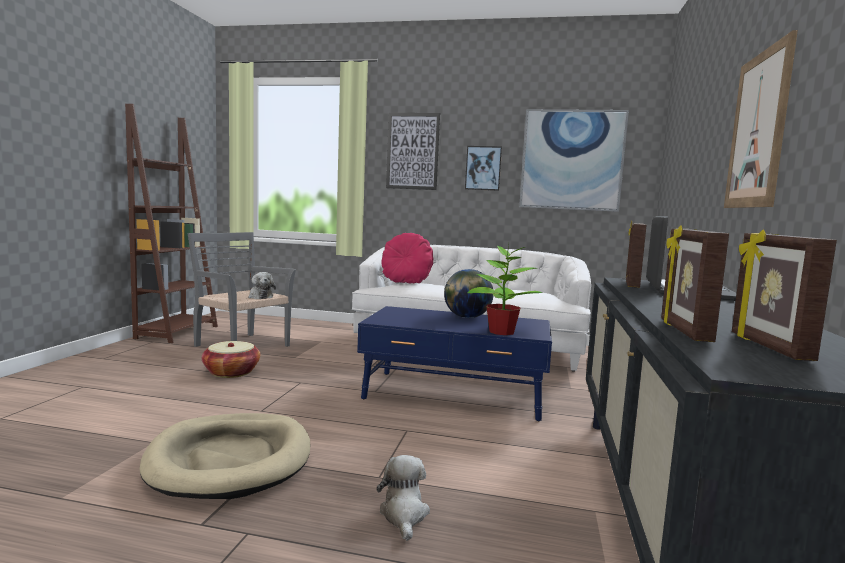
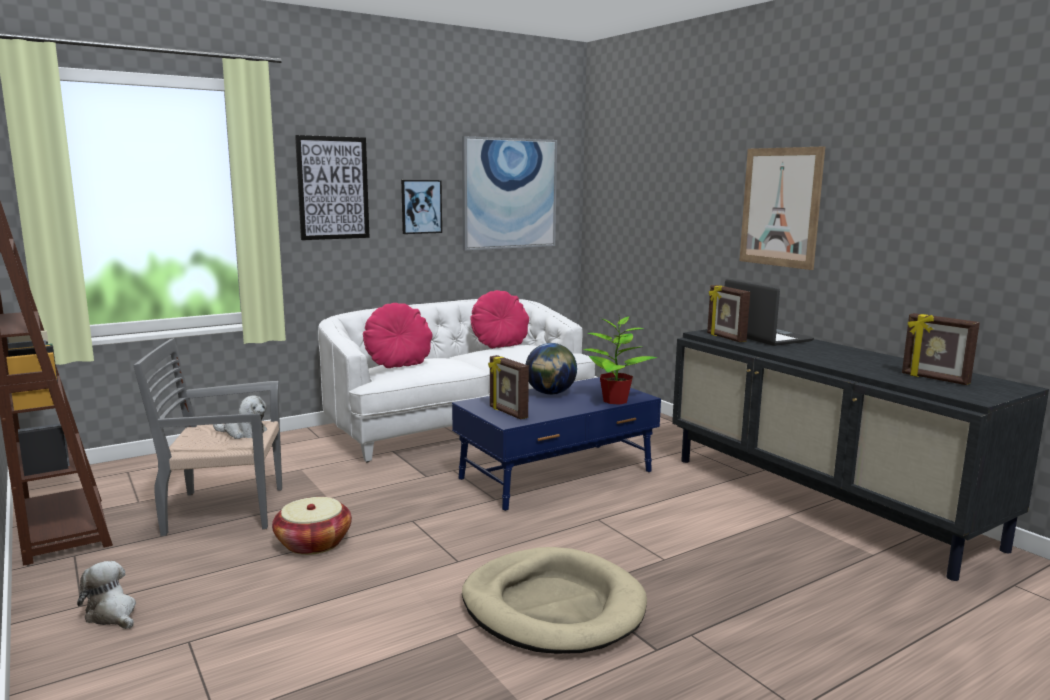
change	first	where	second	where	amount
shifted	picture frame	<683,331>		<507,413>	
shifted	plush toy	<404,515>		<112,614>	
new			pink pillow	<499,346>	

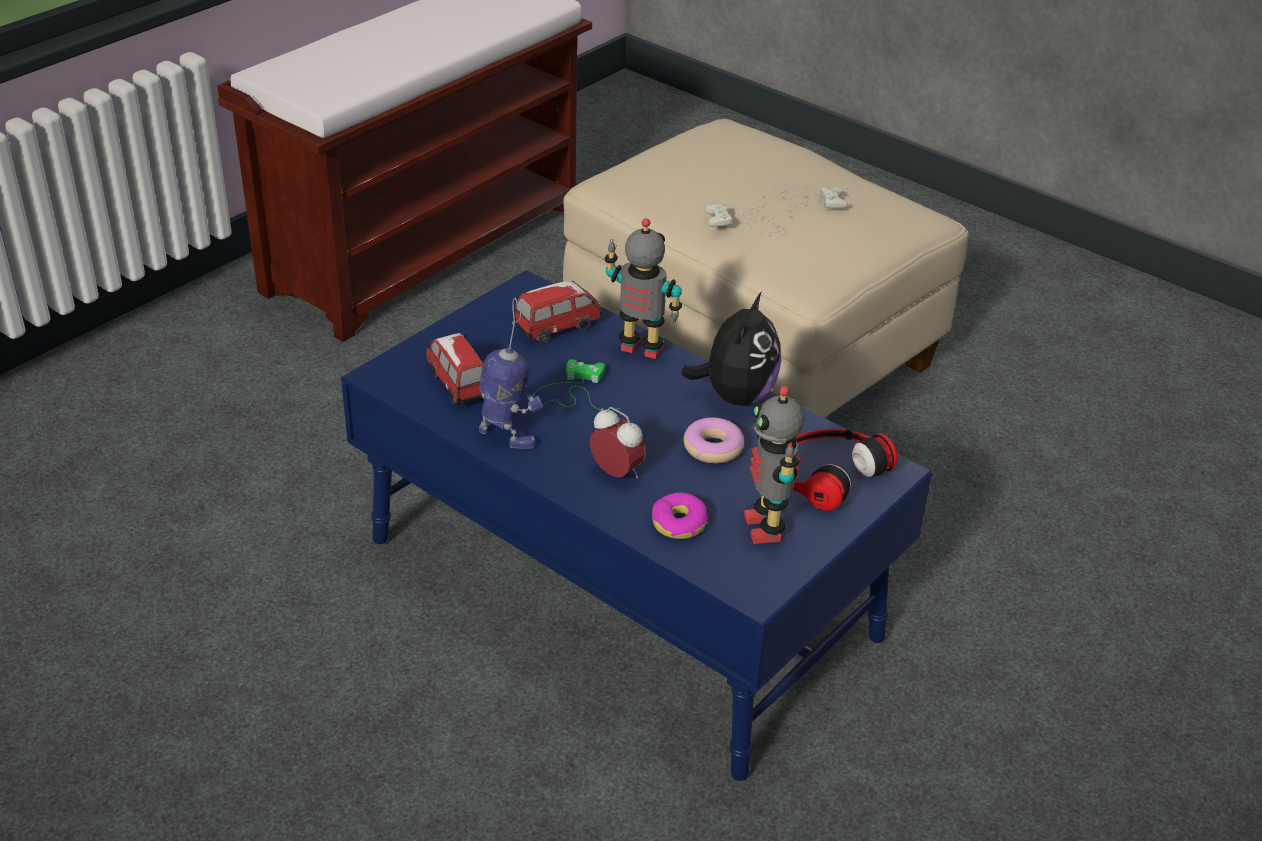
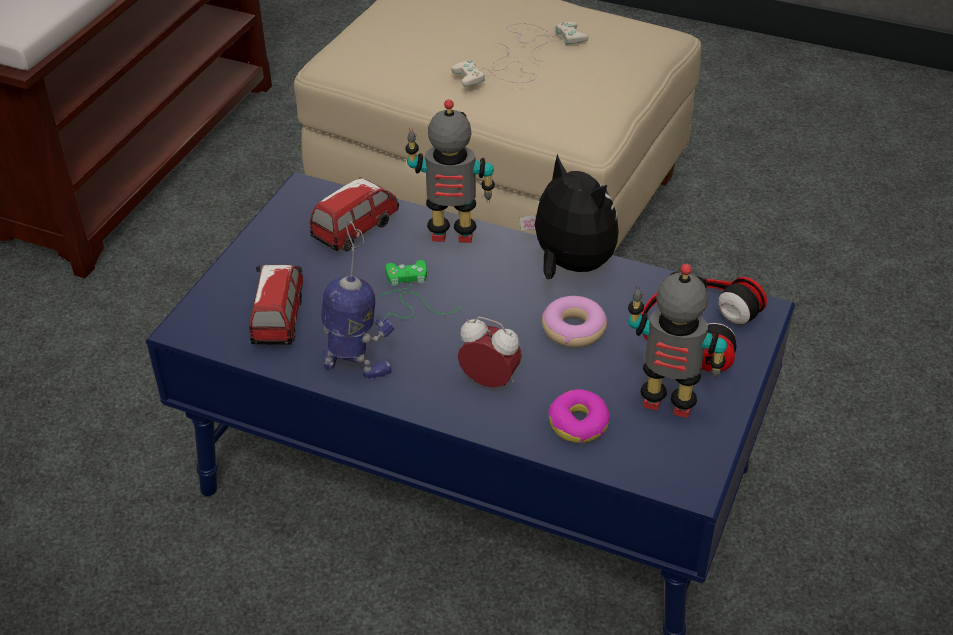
change	first	where	second	where	amount
rotated	plush toy	<735,396>		<569,265>	45 degrees counterclockwise
rotated	toy car	<458,384>		<278,318>	45 degrees clockwise
rotated	toy robot	<766,528>		<667,406>	135 degrees clockwise

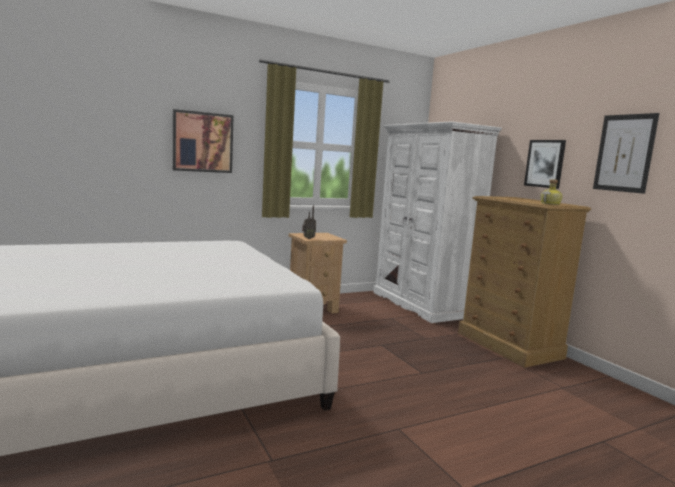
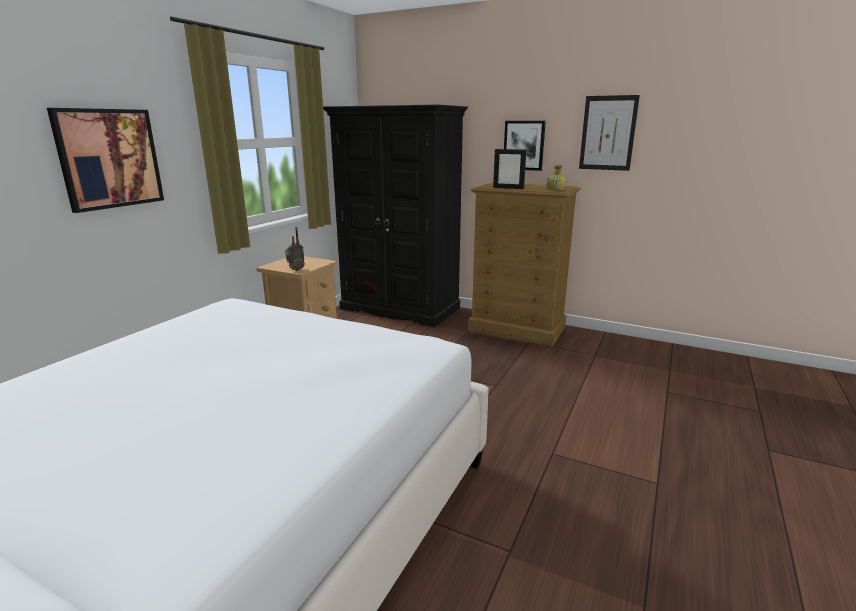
change	first	where	second	where	amount
repainted	white wardrobe	<421,304>	black wardrobe	<399,308>	
new			picture frame	<508,188>	

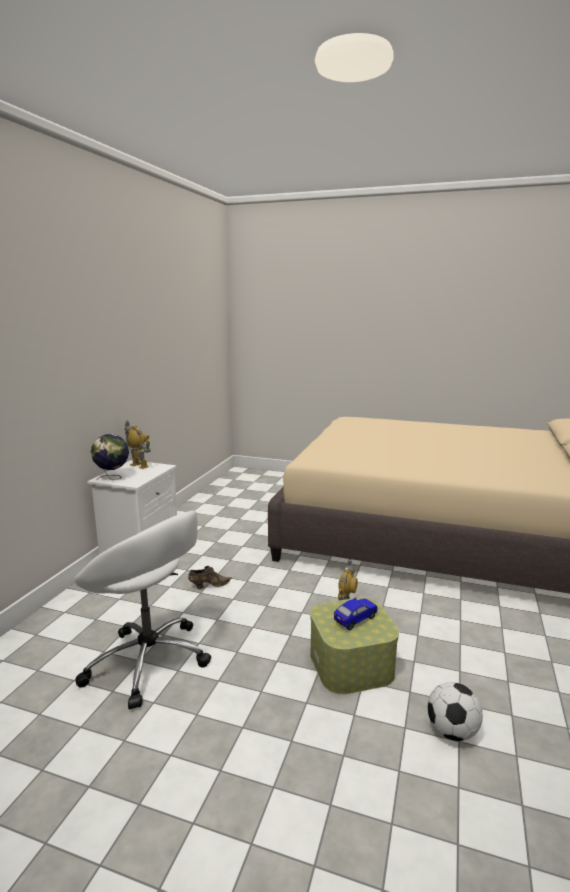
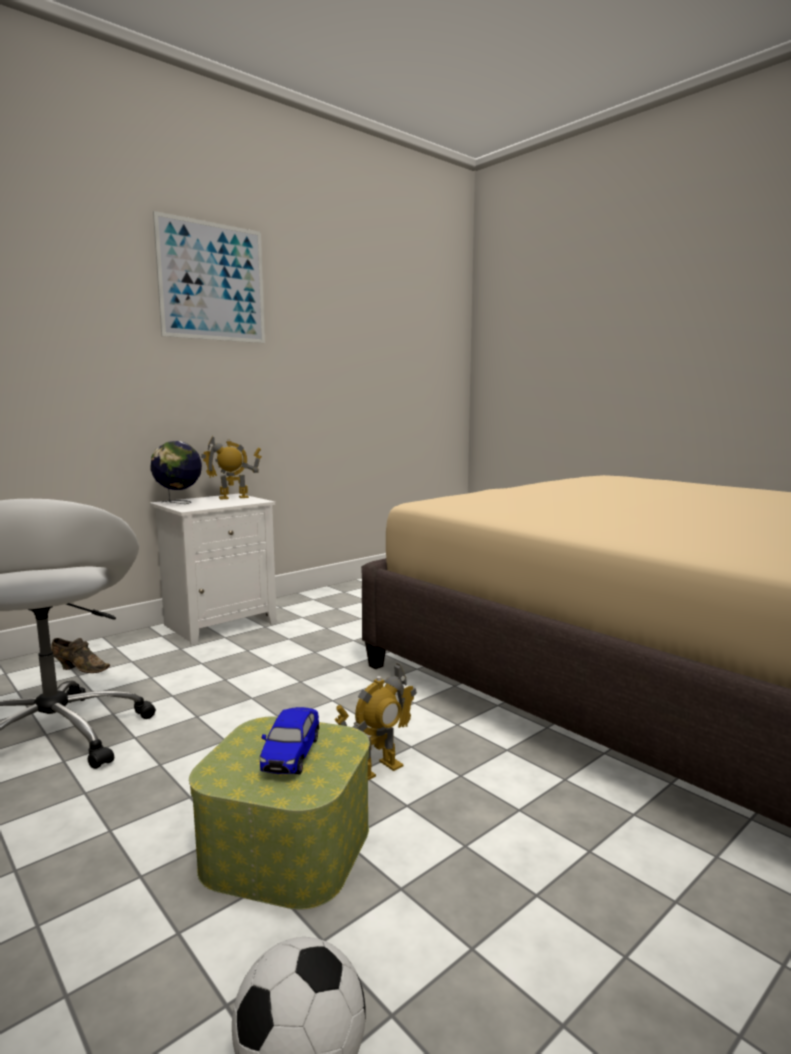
change	first	where	second	where	amount
rotated	toy robot	<139,466>		<233,497>	90 degrees counterclockwise
shifted	brown shoe	<208,585>		<79,669>	
rotated	toy car	<355,619>		<291,755>	105 degrees clockwise
new			picture	<212,282>	

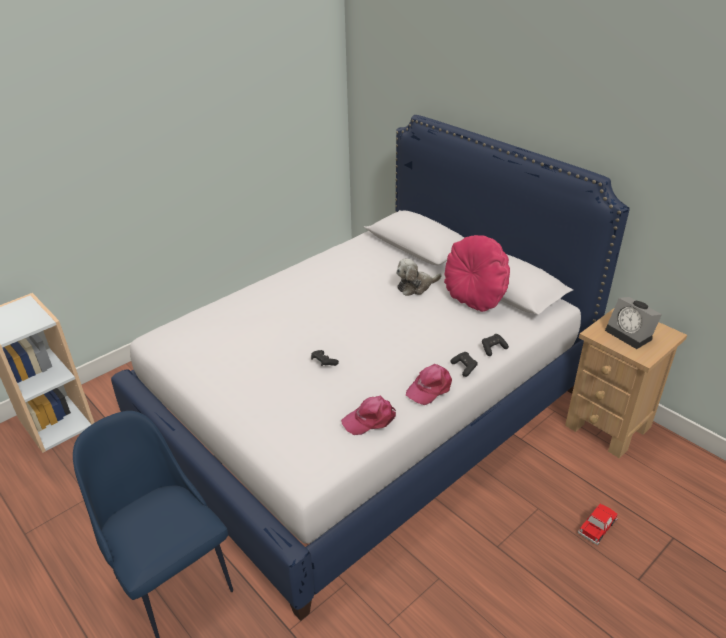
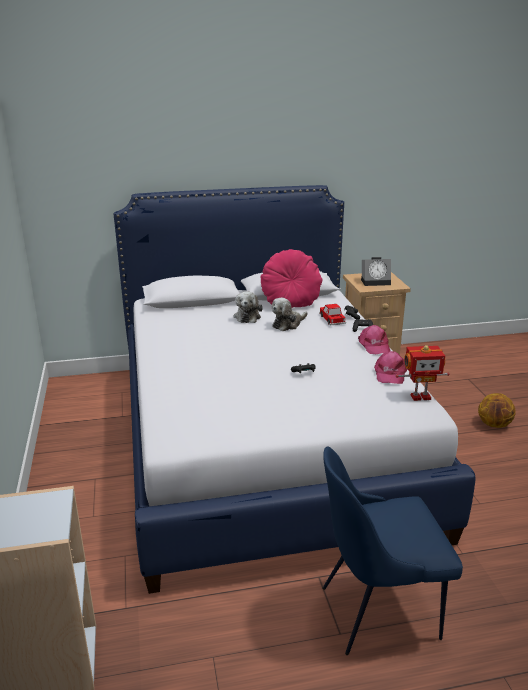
change	first	where	second	where	amount
shifted	toy car	<597,527>		<332,319>	
new			plush toy	<288,324>	
new			toy robot	<420,396>	
new			basketball	<494,425>	

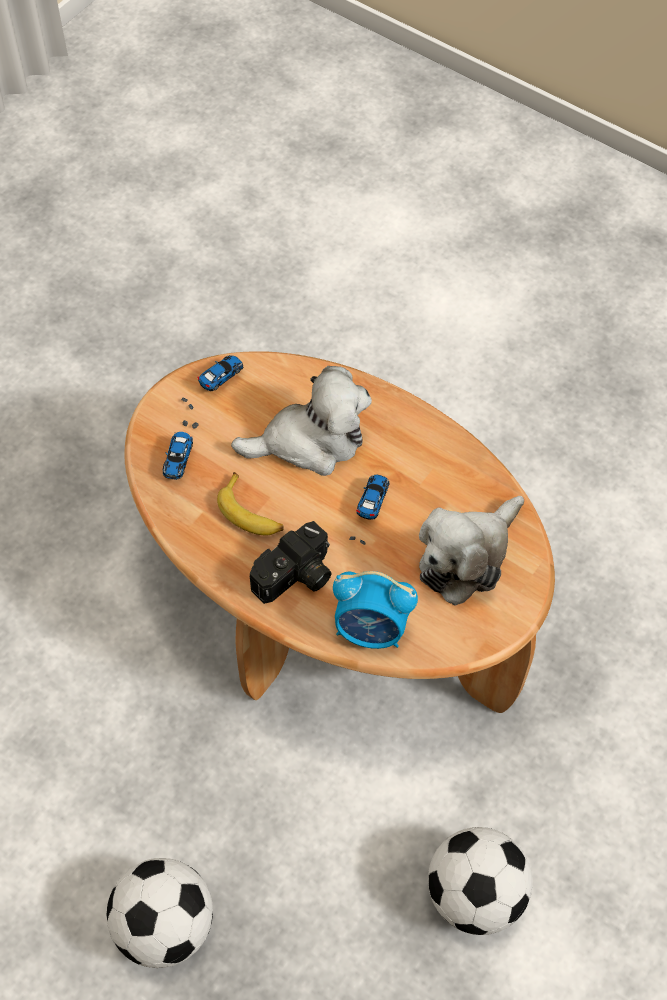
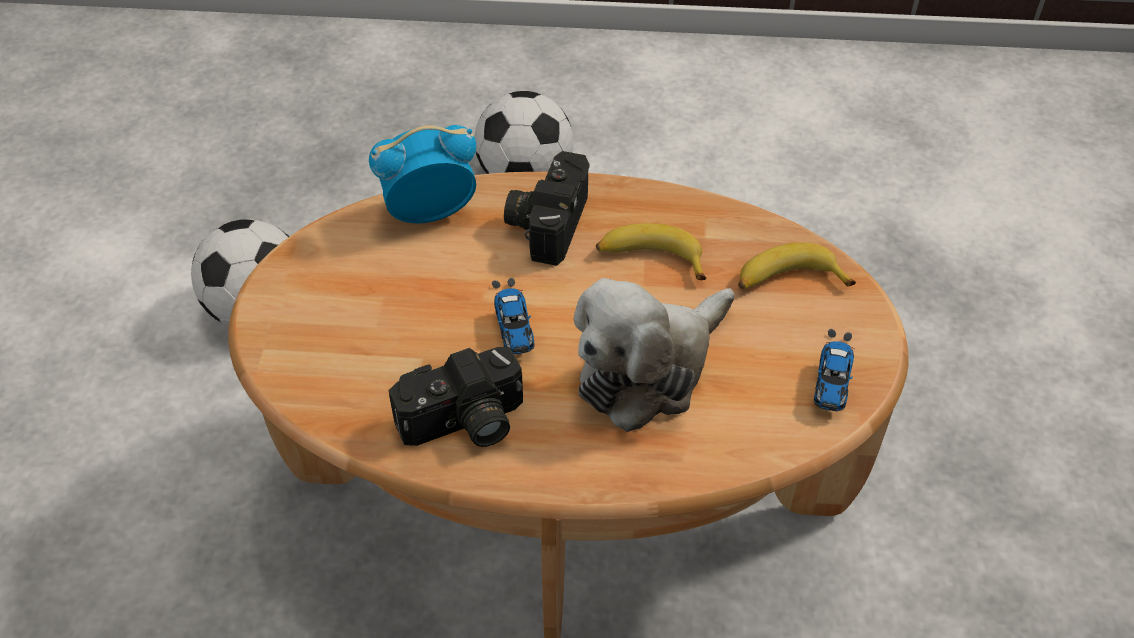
change	first	where	second	where	amount
swapped	toy car	<181,453>	banana	<788,281>	
gone	plush toy	<466,557>			
new			photo camera	<464,424>	

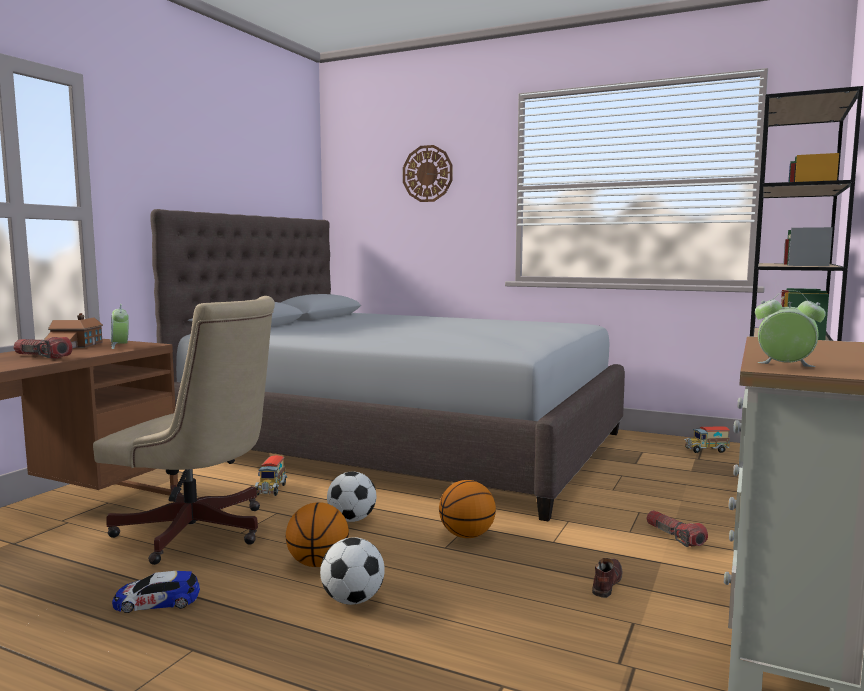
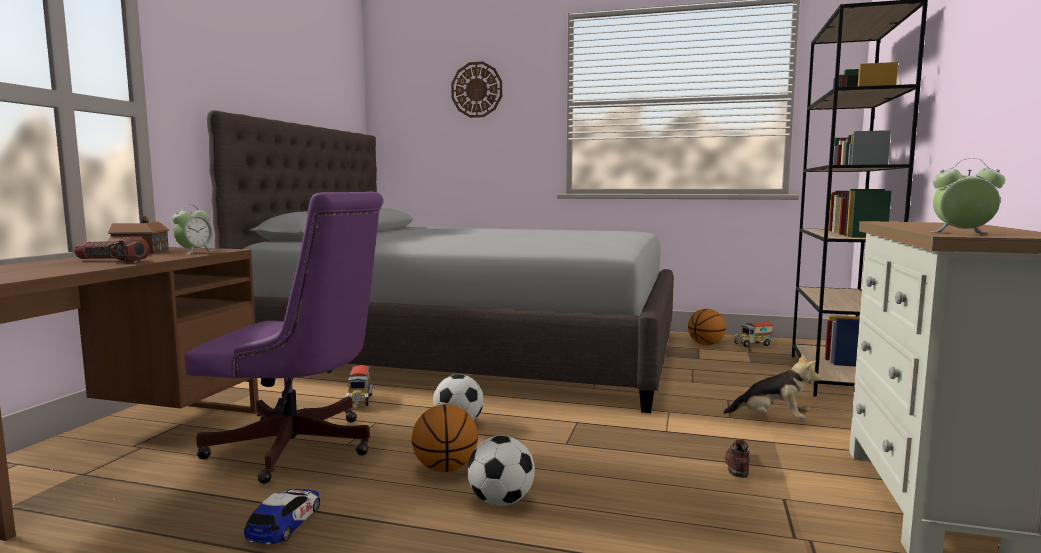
change	first	where	second	where	amount
repainted	beige office chair	<200,533>	purple office chair	<301,448>	
rotated	alarm clock	<120,346>		<194,251>	120 degrees counterclockwise
shifted	basketball	<467,535>		<706,344>	
swapped	flashlight	<674,537>	plush toy	<772,419>	
rotated	toy car	<157,601>		<285,521>	120 degrees clockwise

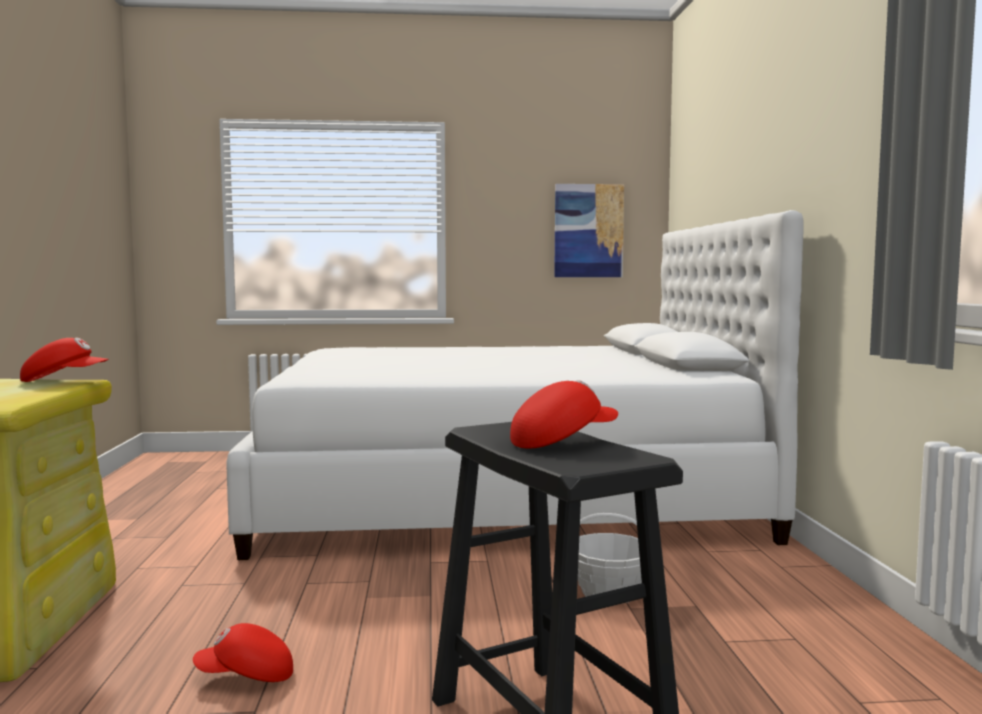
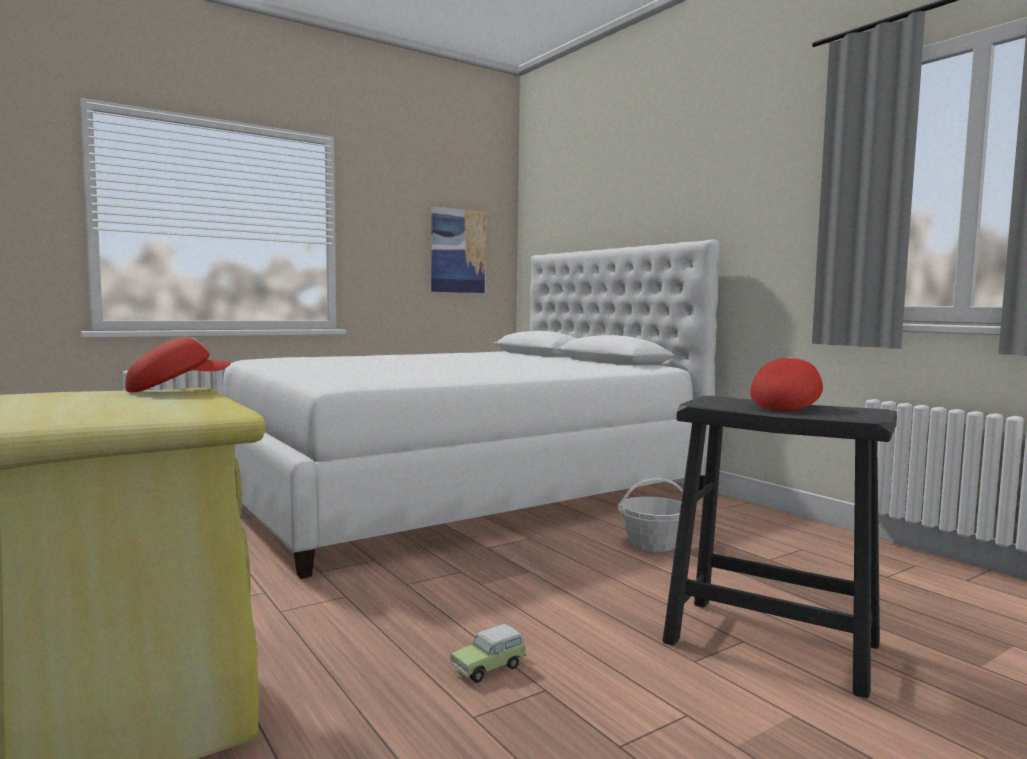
change	first	where	second	where	amount
swapped	red cap	<246,677>	toy car	<490,667>	

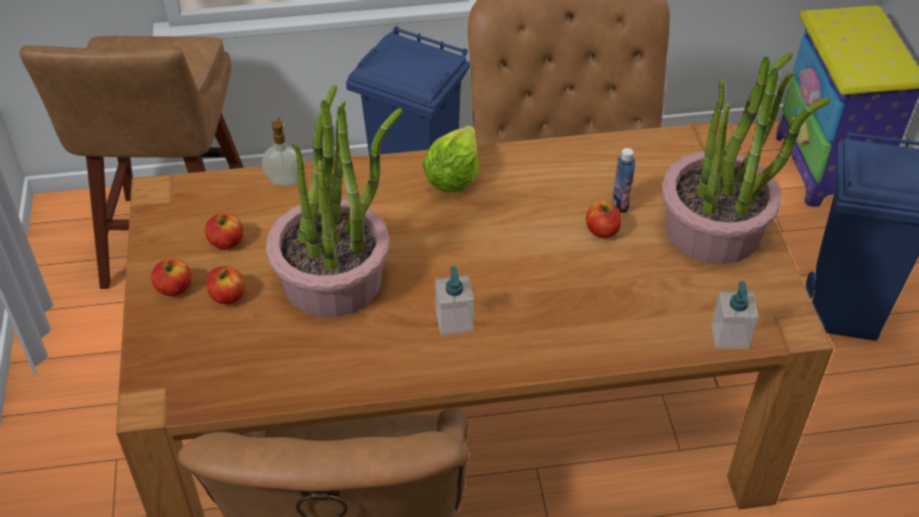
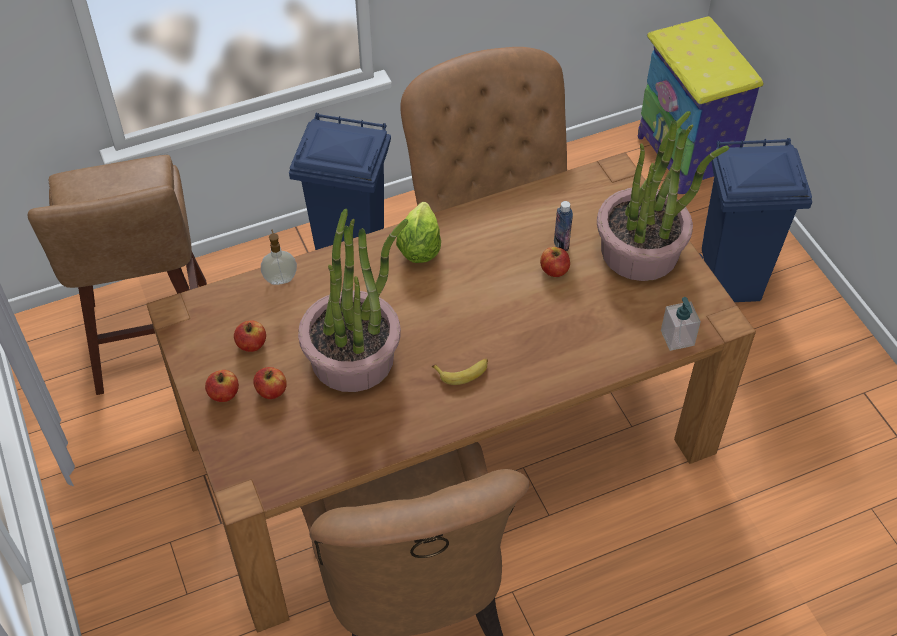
change	first	where	second	where	amount
swapped	soap dispenser	<454,321>	banana	<463,372>	

